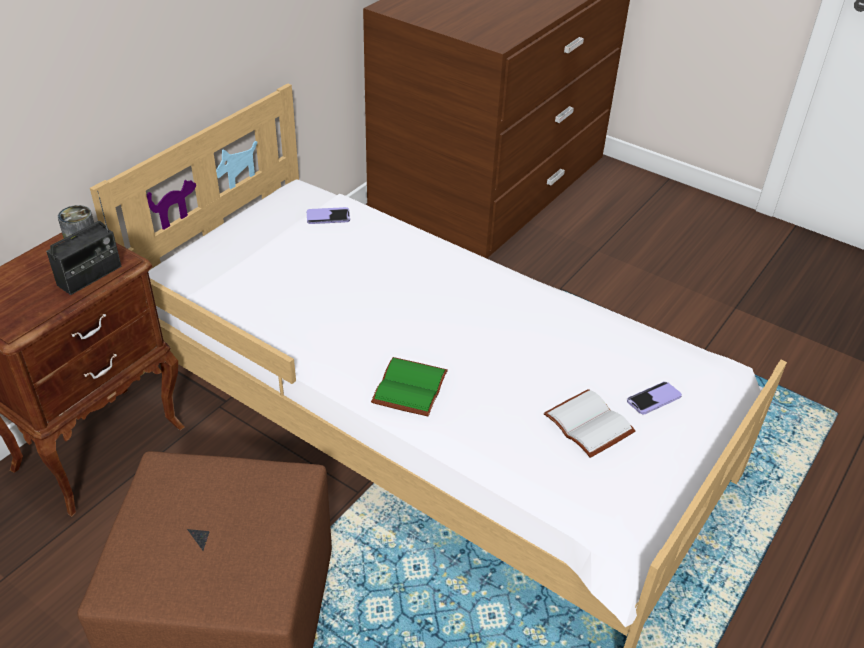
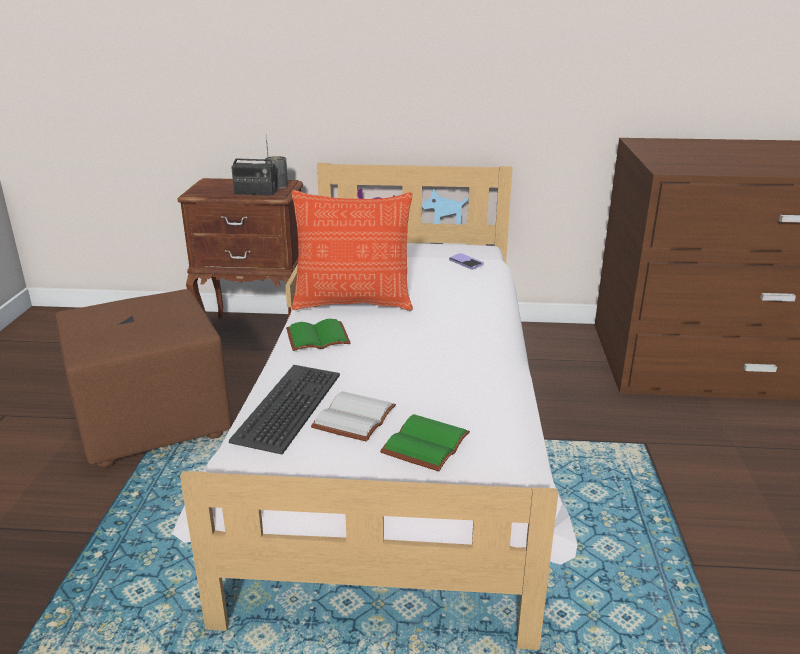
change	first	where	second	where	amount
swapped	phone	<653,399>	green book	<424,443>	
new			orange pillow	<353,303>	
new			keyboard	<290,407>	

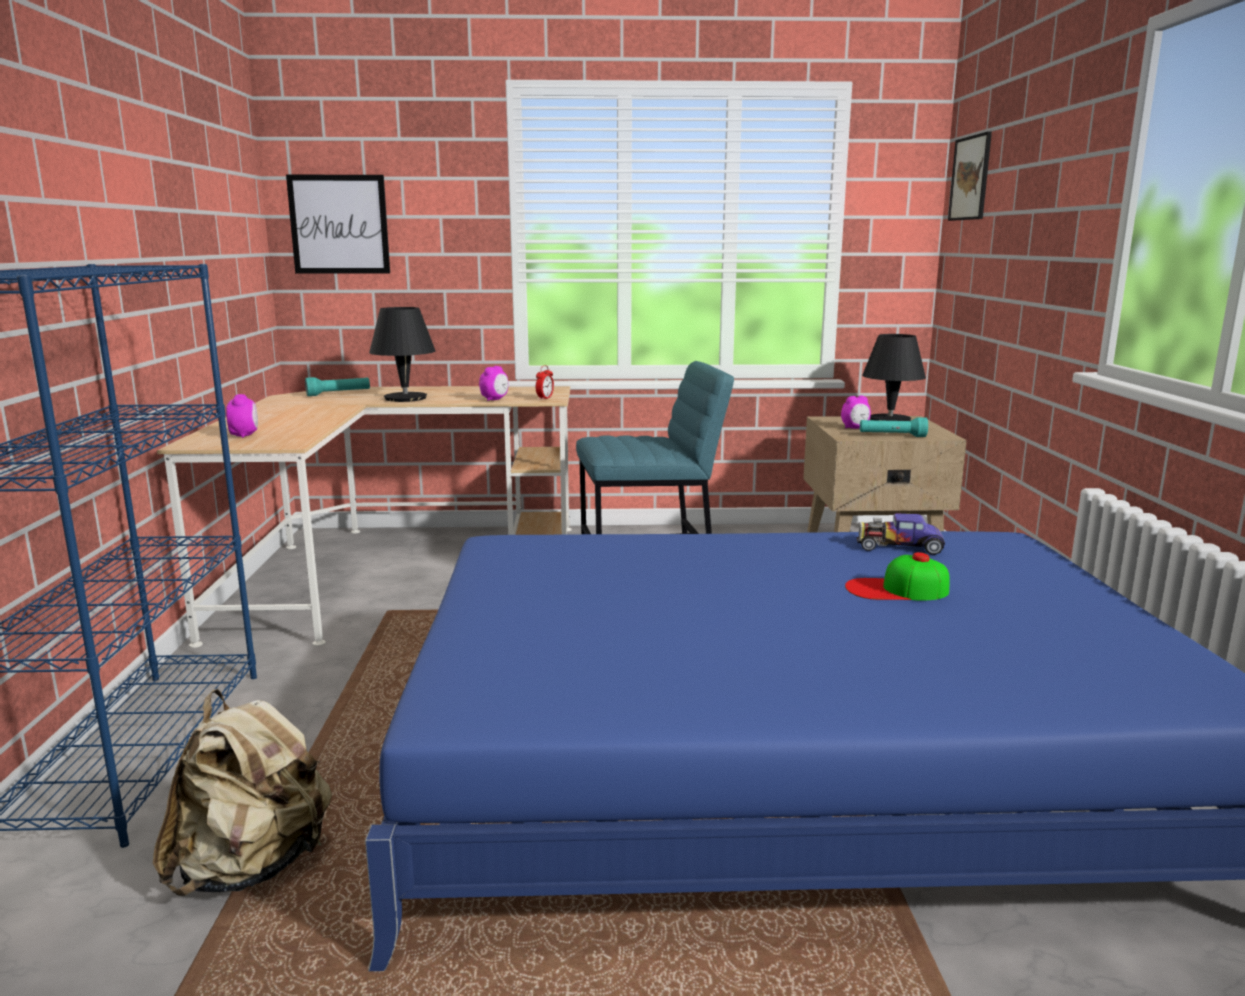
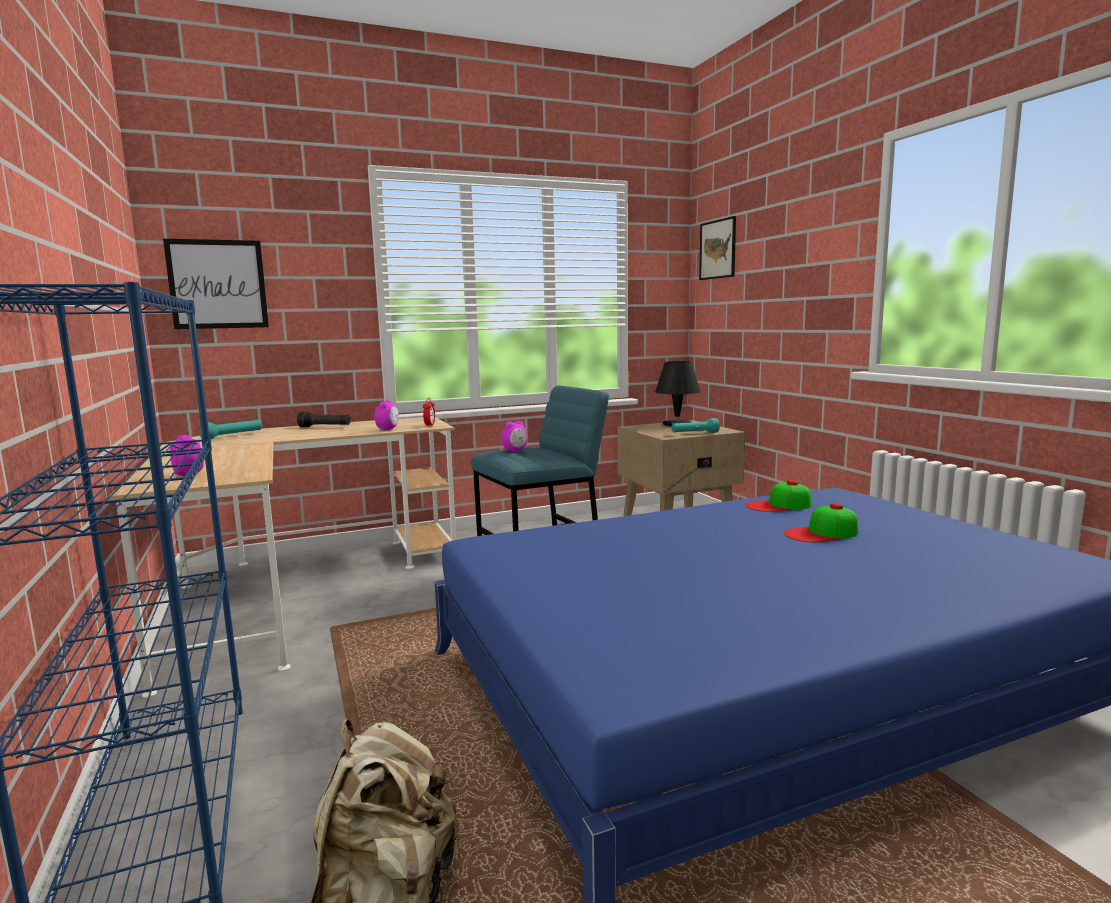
change	first	where	second	where	amount
gone	black table lamp	<405,398>			
shifted	alarm clock	<855,428>		<515,451>	
swapped	toy car	<899,546>	cap	<778,505>	
new			black flashlight	<325,427>	

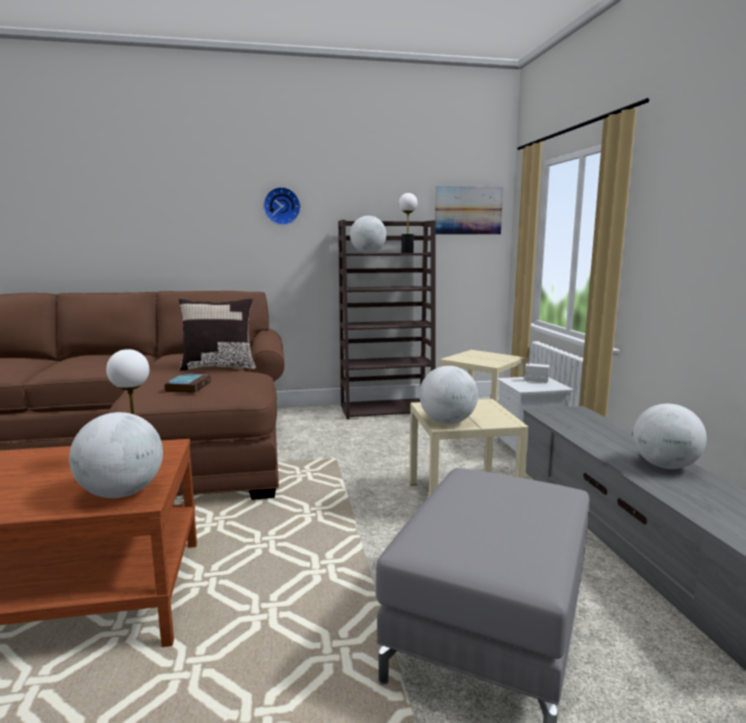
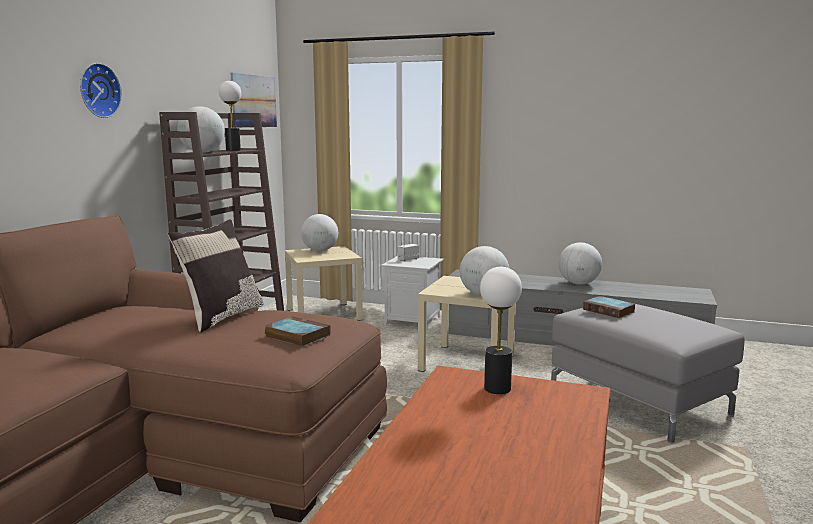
change	first	where	second	where	amount
shifted	globe	<121,493>		<320,250>	
new			book	<609,311>	

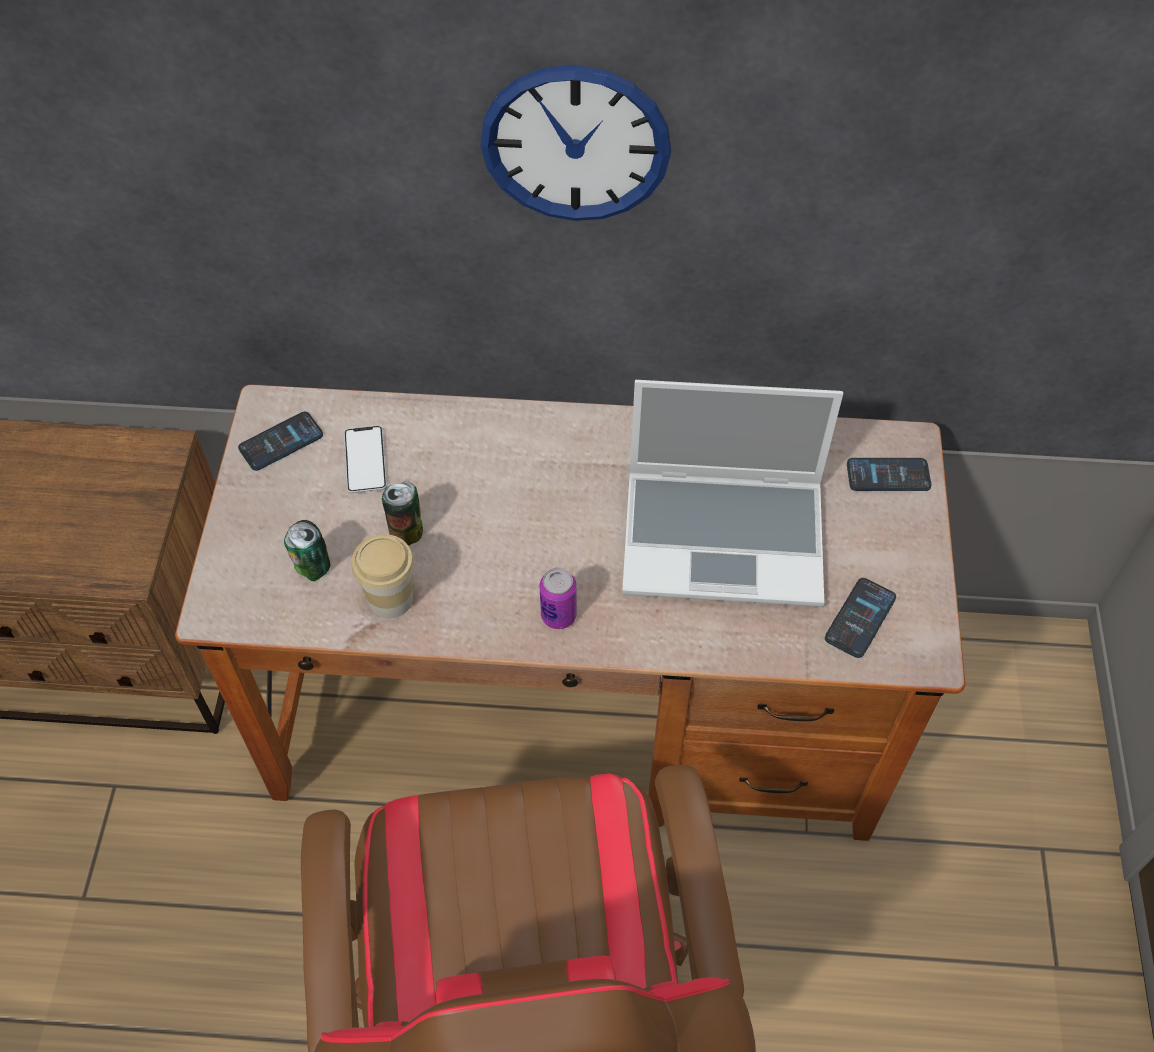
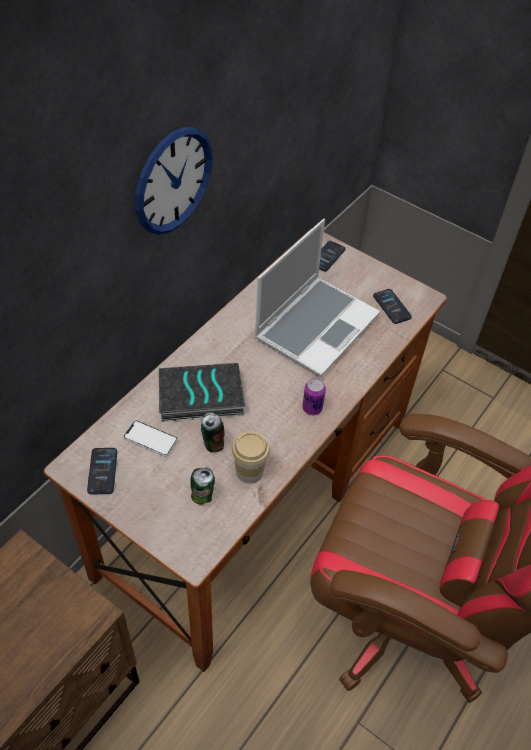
change	first	where	second	where	amount
new			book	<200,398>	

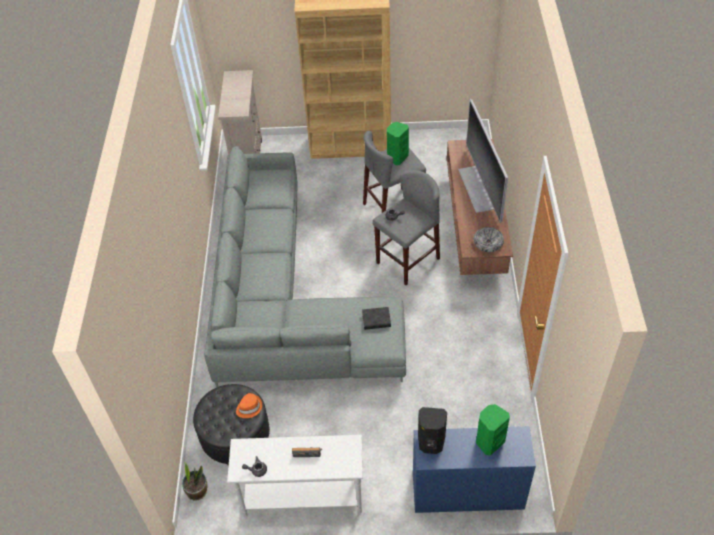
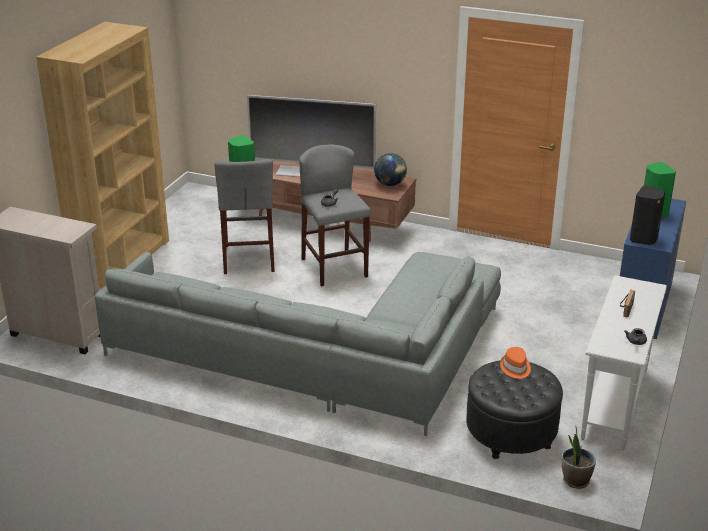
change	first	where	second	where	amount
swapped	bowl	<488,243>	globe	<390,184>	
gone	black book	<376,320>			

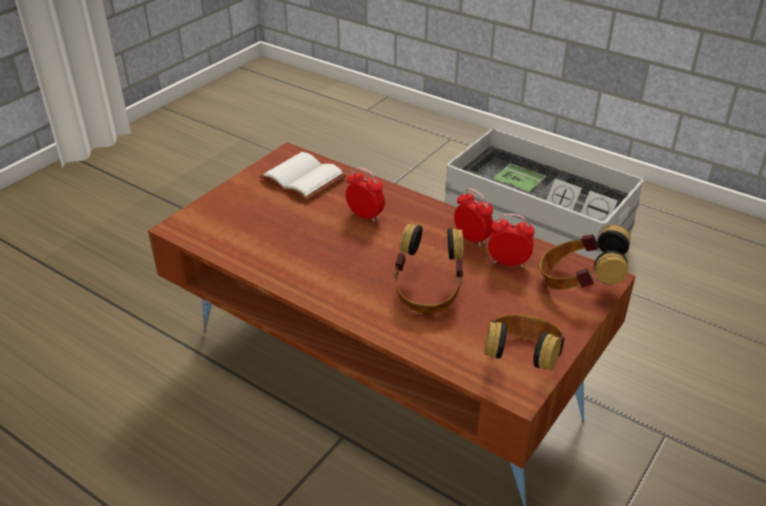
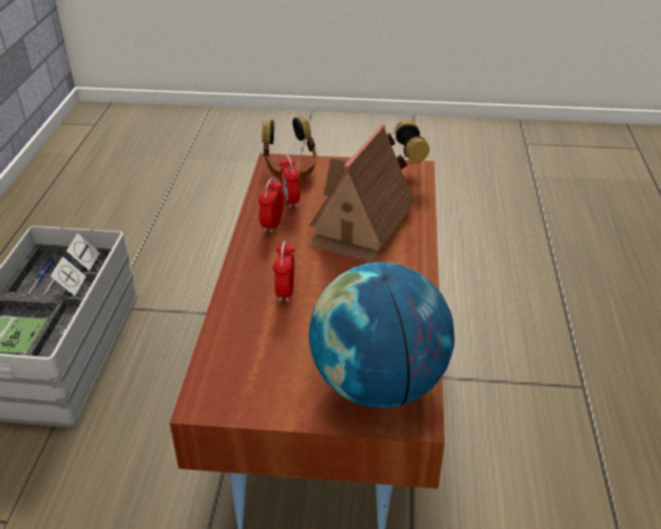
change	first	where	second	where	amount
gone	white book	<300,179>			
swapped	headphones	<428,292>	toy house	<360,225>	
new			globe	<378,384>	

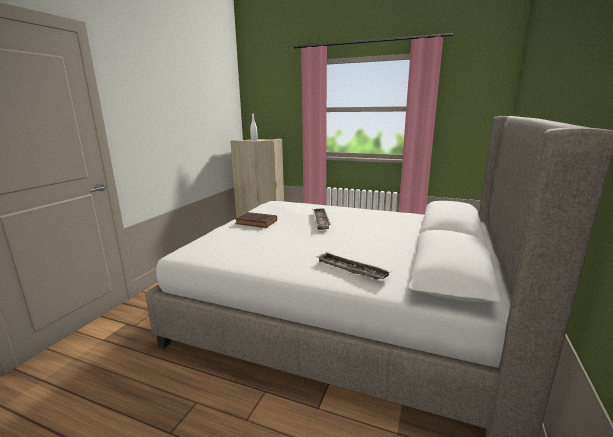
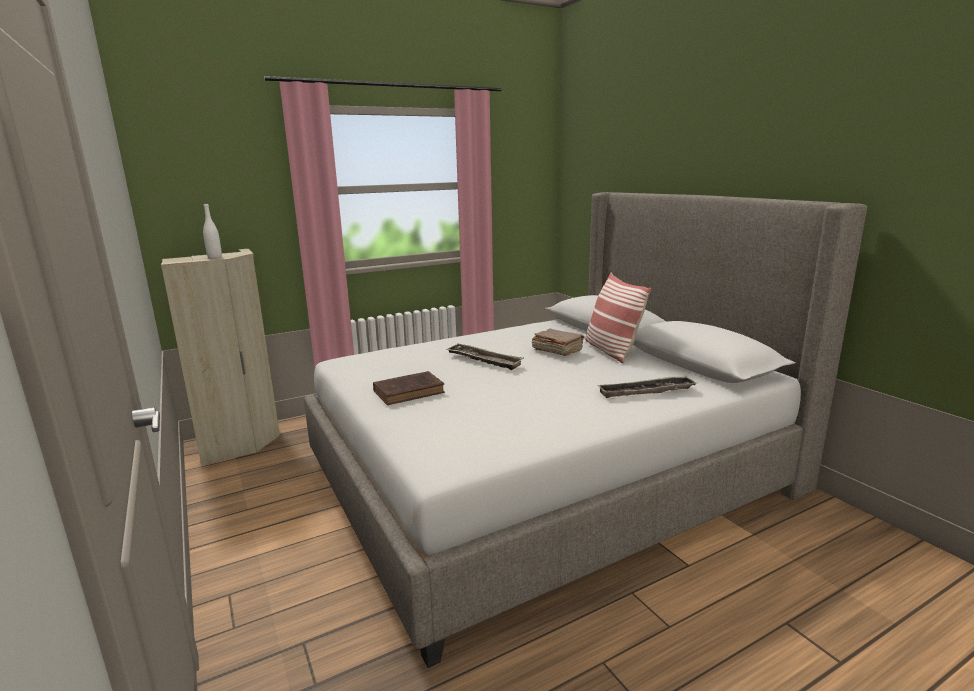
change	first	where	second	where	amount
new			pillow	<611,351>	
new			brown book	<557,350>	

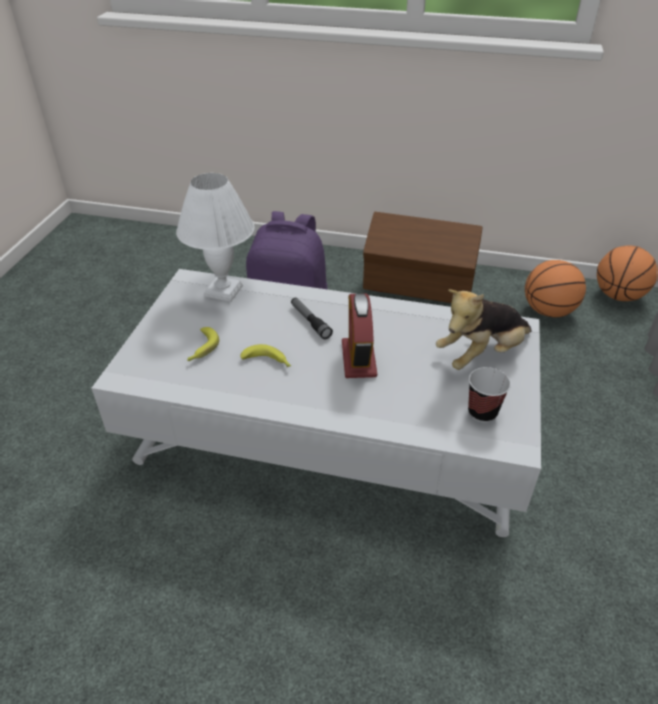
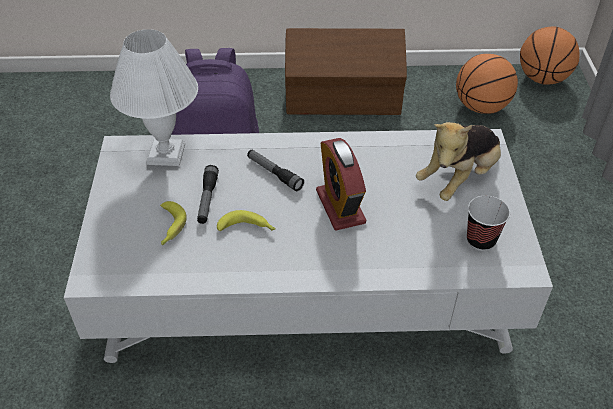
change	first	where	second	where	amount
new			flashlight	<207,199>	

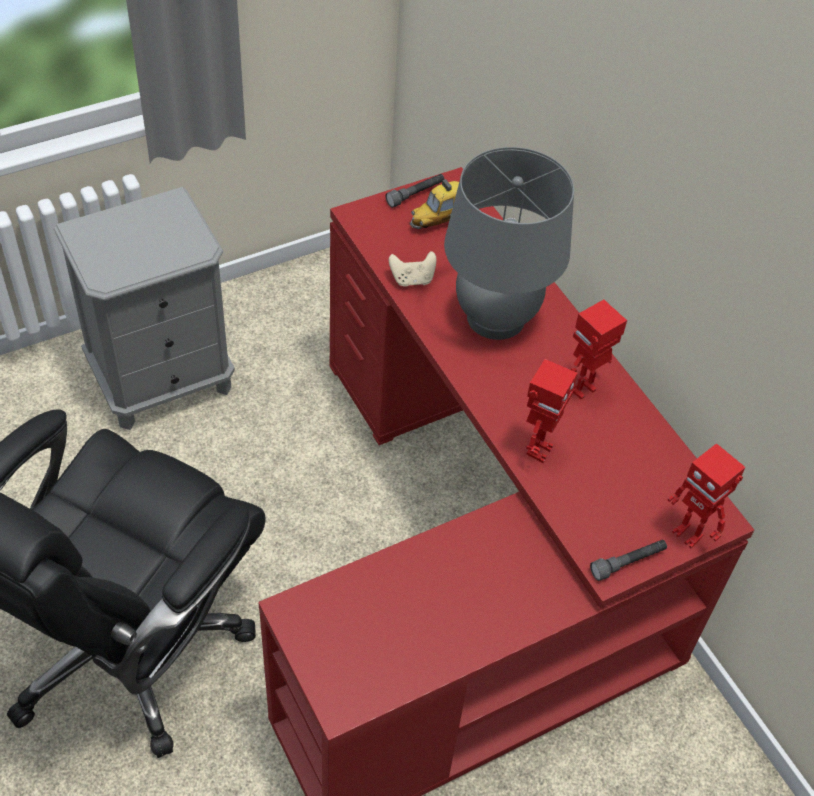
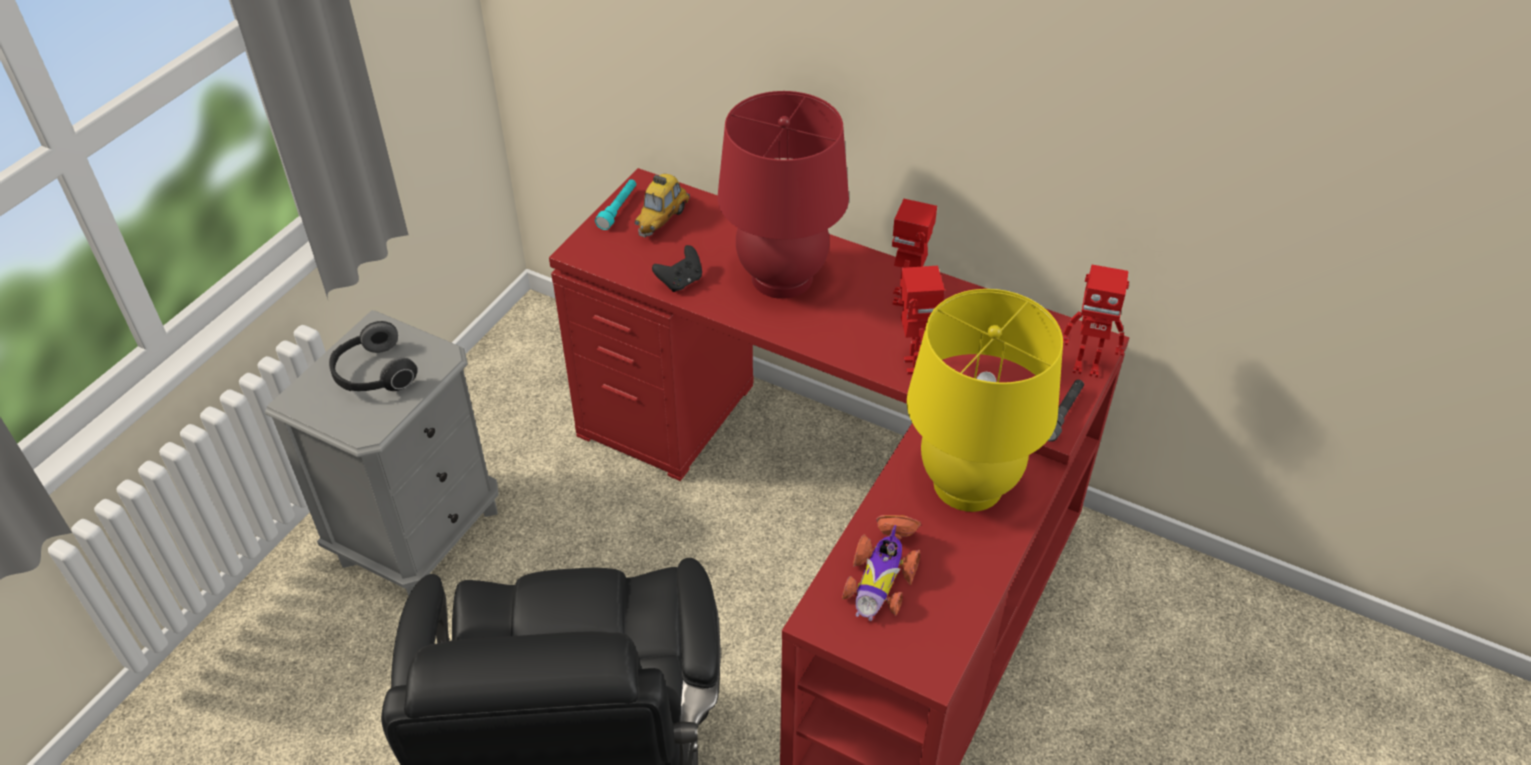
change	first	where	second	where	amount
repainted	grey table lamp	<496,317>	red table lamp	<782,277>	
repainted	grey flashlight	<415,194>	turquoise flashlight	<618,209>	
repainted	beige game controller	<412,279>	black game controller	<680,281>	
new			yellow table lamp	<968,484>	
new			headphones	<373,375>	
new			toy car	<882,574>	

